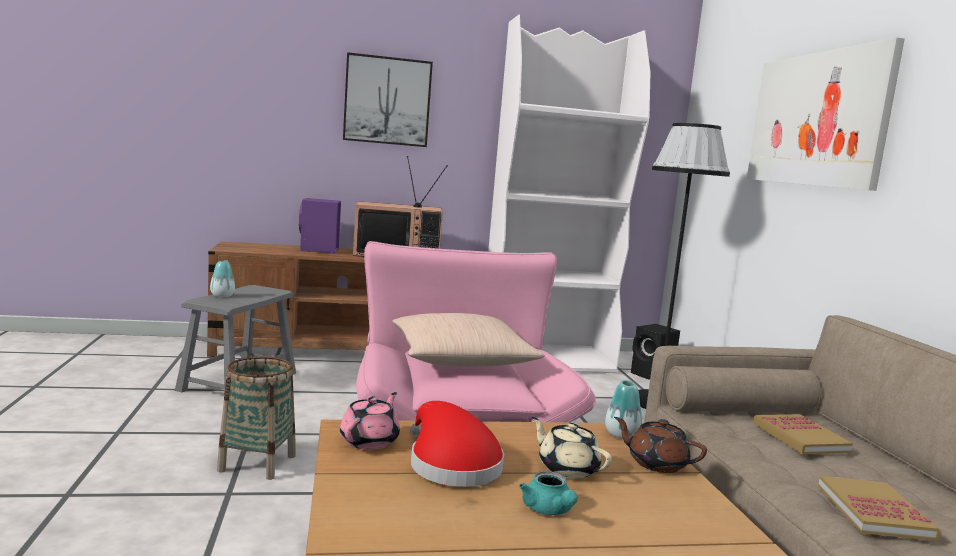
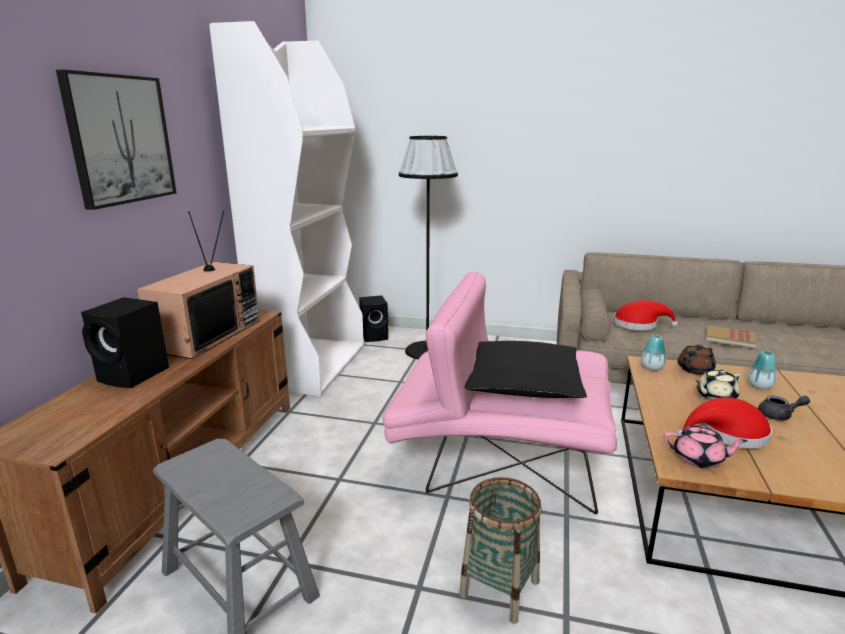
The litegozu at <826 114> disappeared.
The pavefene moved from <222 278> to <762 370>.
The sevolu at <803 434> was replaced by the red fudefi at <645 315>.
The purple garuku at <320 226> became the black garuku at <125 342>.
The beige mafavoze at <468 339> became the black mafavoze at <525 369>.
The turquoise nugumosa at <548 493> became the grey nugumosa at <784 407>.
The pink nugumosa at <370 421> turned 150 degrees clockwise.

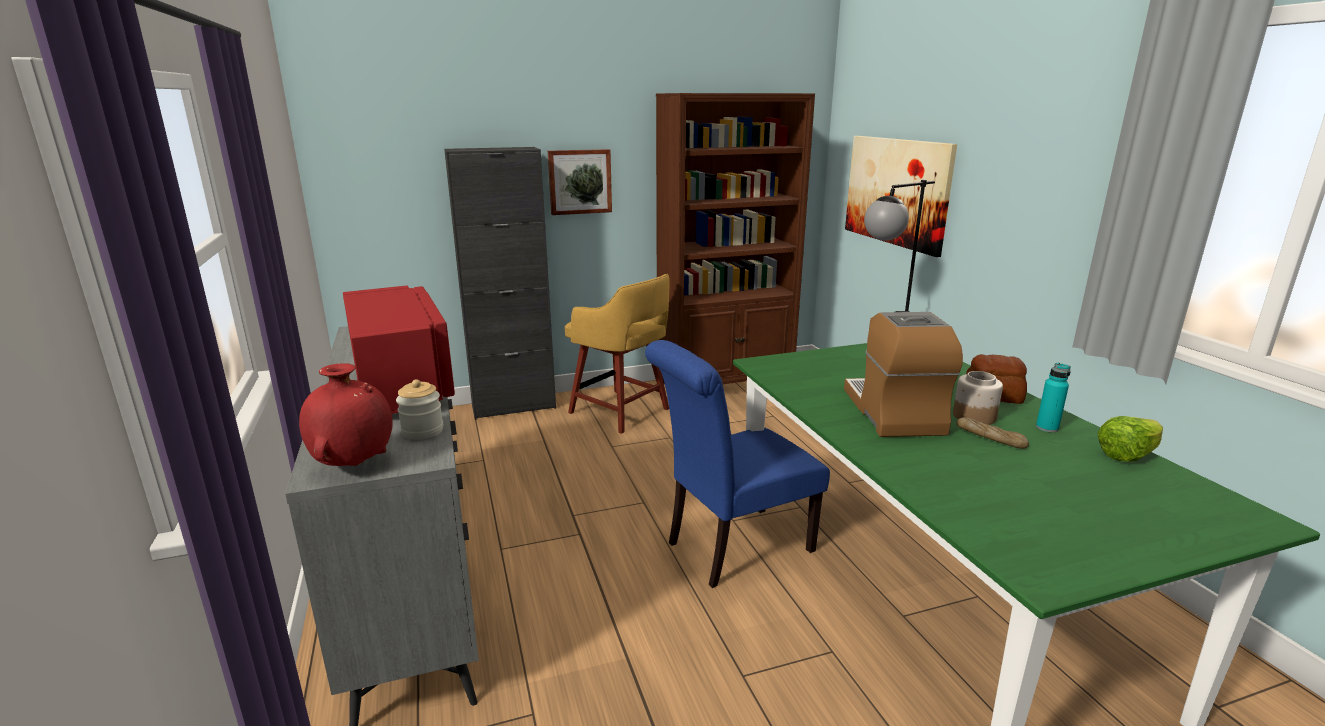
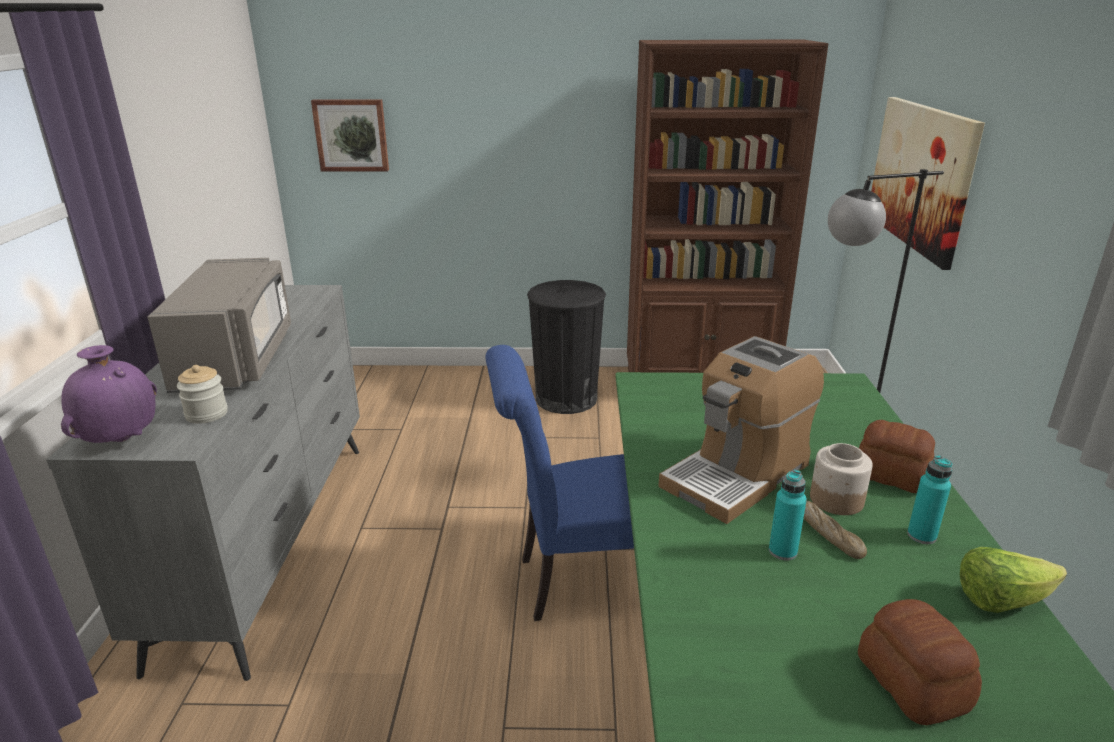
The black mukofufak at <500 283> disappeared.
The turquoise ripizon at <788 515> appeared.
The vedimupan at <920 662> appeared.
The litegozu moved from <580 182> to <350 135>.
The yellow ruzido at <617 354> was replaced by the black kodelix at <566 347>.
The red pavefene at <346 414> became the purple pavefene at <109 394>.
The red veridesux at <399 349> became the grey veridesux at <219 325>.
The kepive at <903 374> turned 150 degrees counterclockwise.

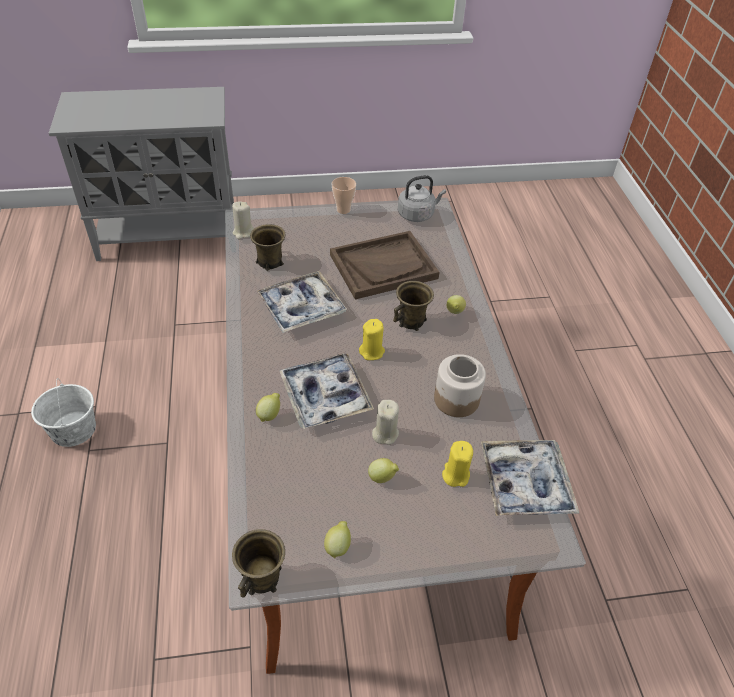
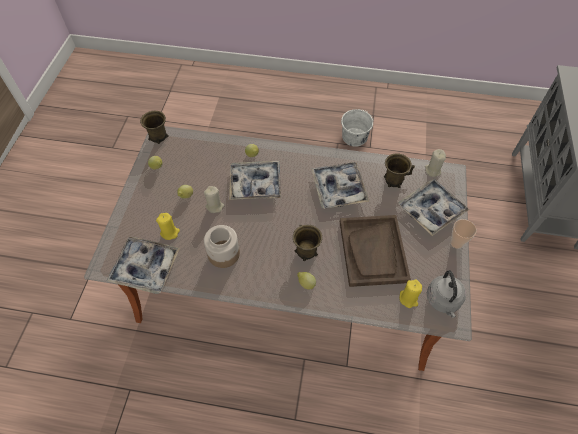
The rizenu at <433 207> appeared.
The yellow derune moved from <372 339> to <411 293>.

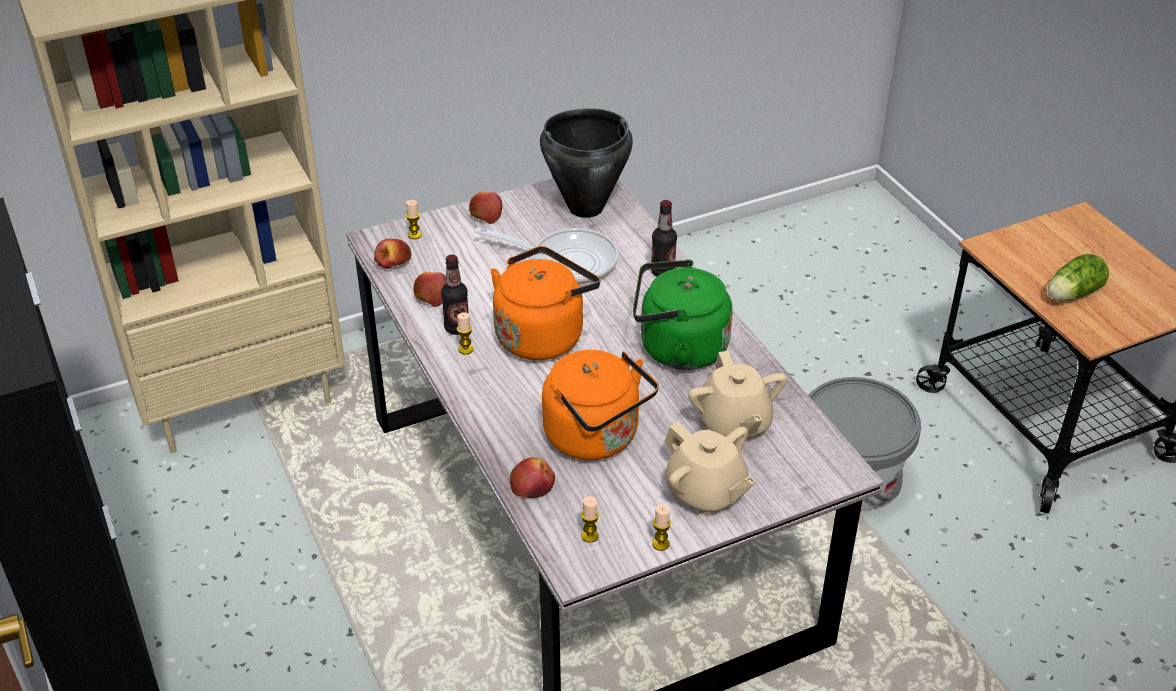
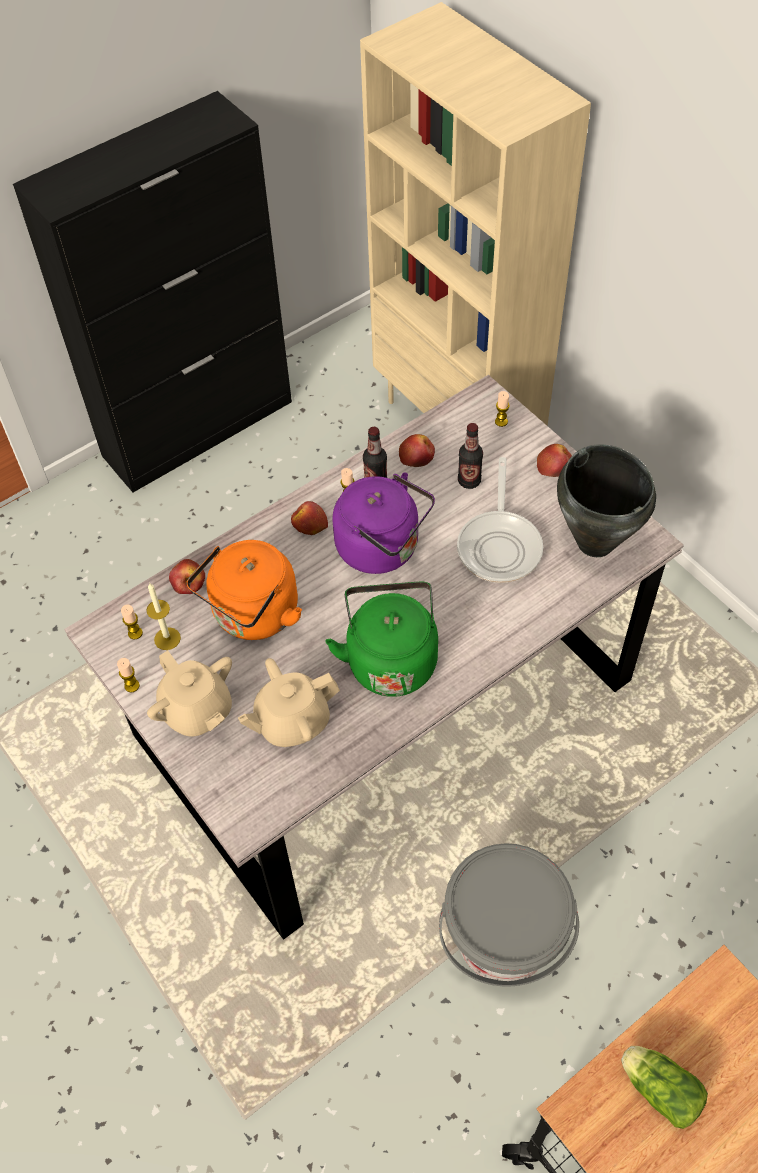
The derune at <163 616> appeared.
The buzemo moved from <392 254> to <309 518>.
The ripizon moved from <664 238> to <470 456>.
The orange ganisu at <545 303> became the purple ganisu at <384 523>.
The beige nugumosa at <710 469> turned 75 degrees counterclockwise.

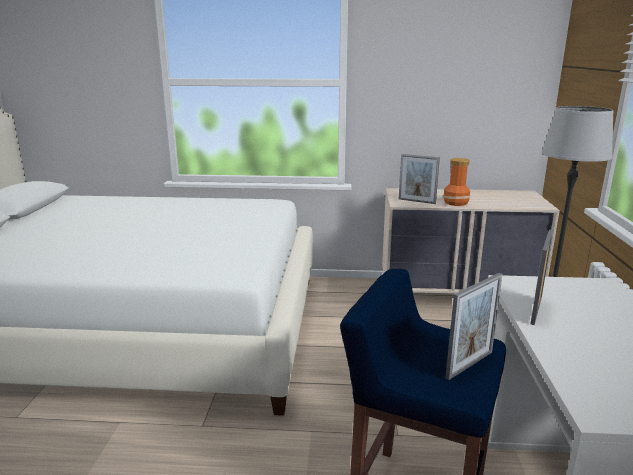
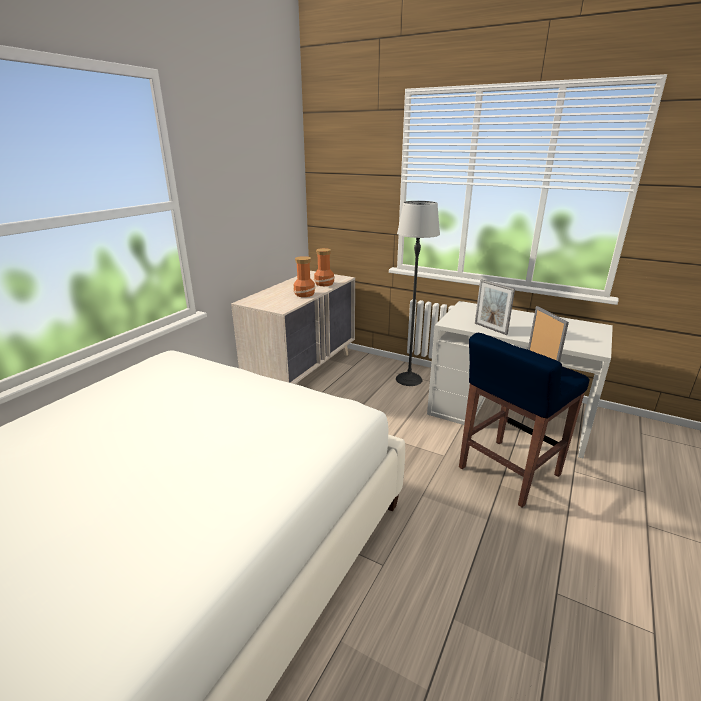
The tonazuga at <419 179> disappeared.
The pavefene at <324 267> appeared.

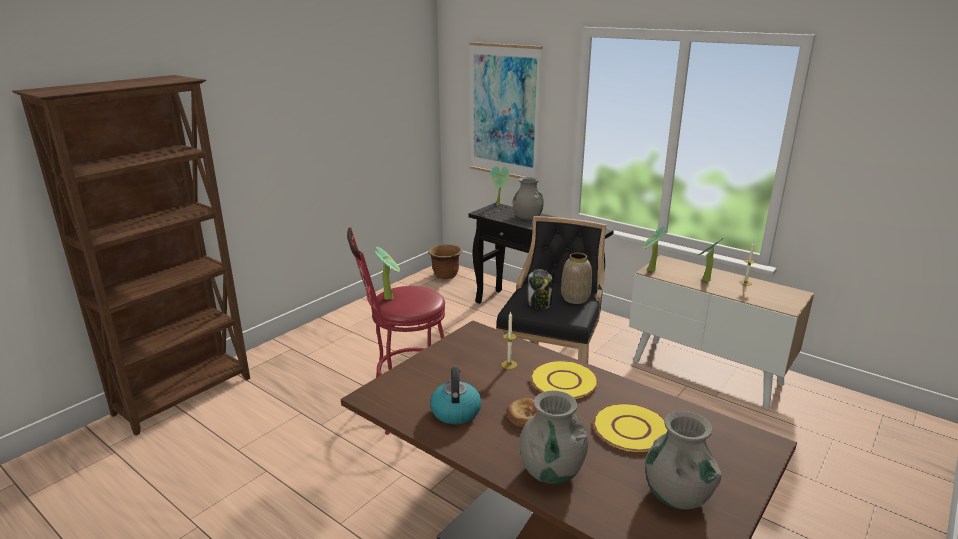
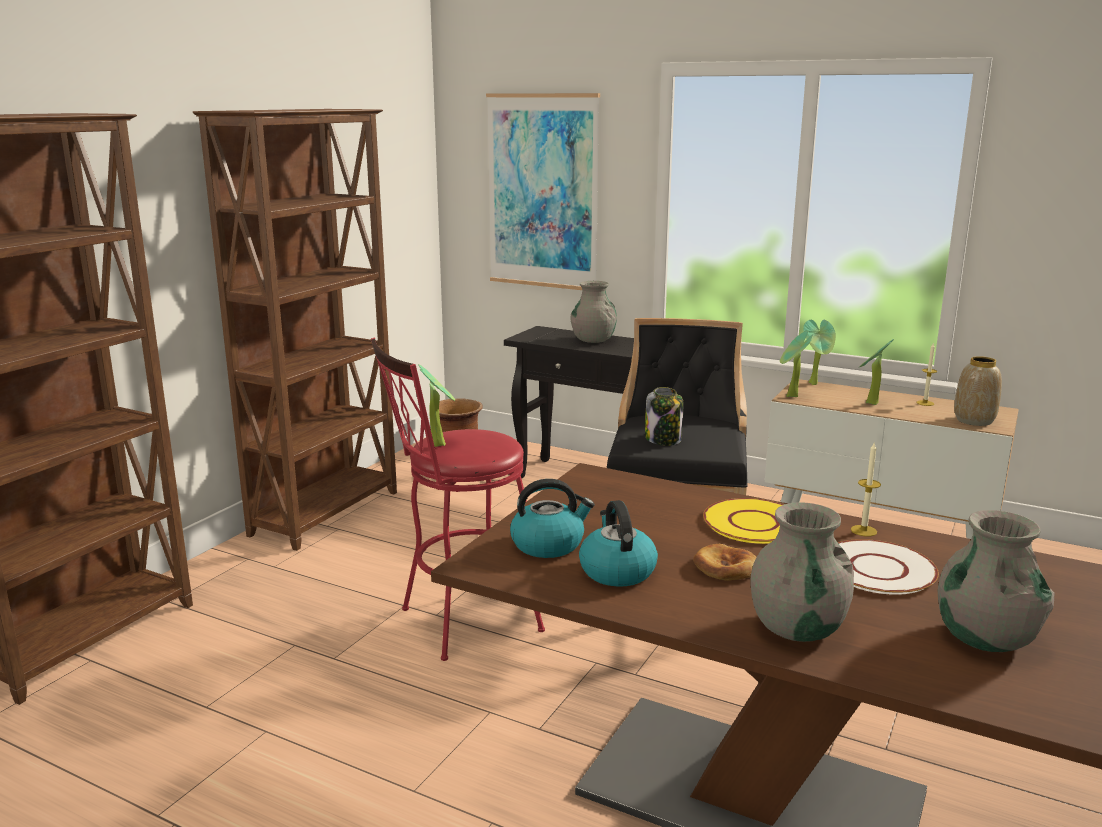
The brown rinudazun at <295 330> appeared.
The ganisu at <552 518> appeared.
The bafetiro moved from <499 185> to <819 352>.
The derune moved from <509 340> to <866 490>.
The pavefene moved from <576 278> to <978 391>.
The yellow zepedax at <630 427> became the white zepedax at <888 567>.

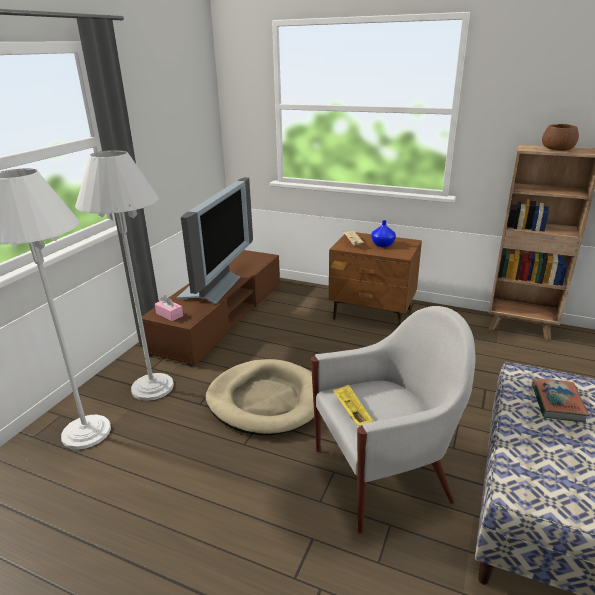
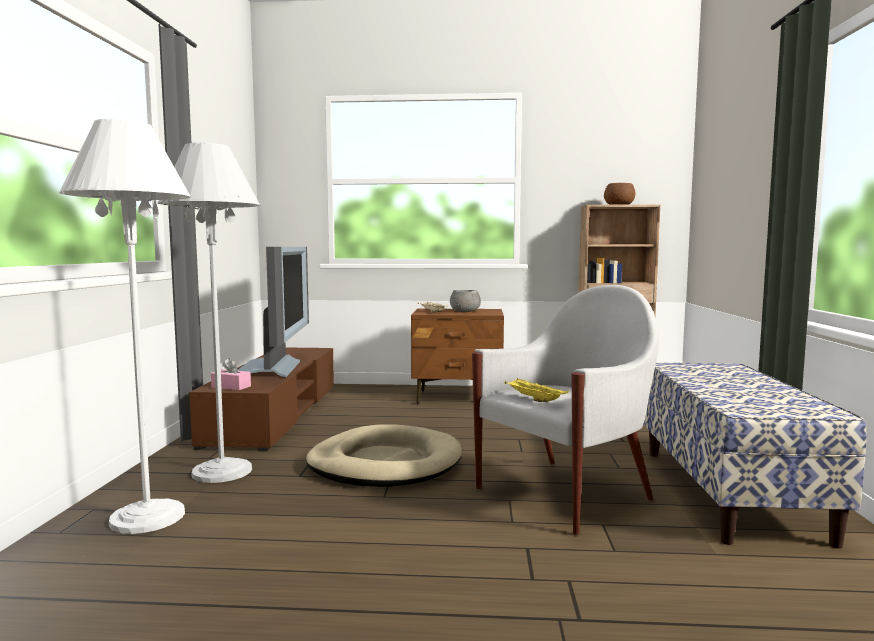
The sevolu at <560 400> disappeared.
The blue pavefene at <383 233> was replaced by the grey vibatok at <465 301>.

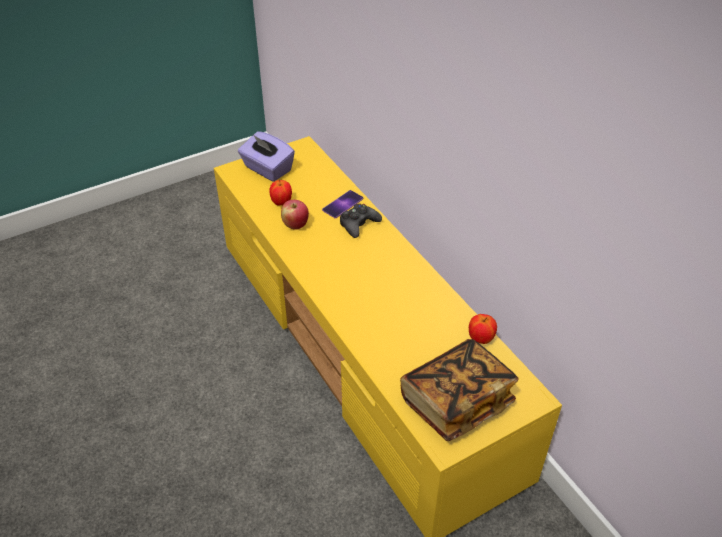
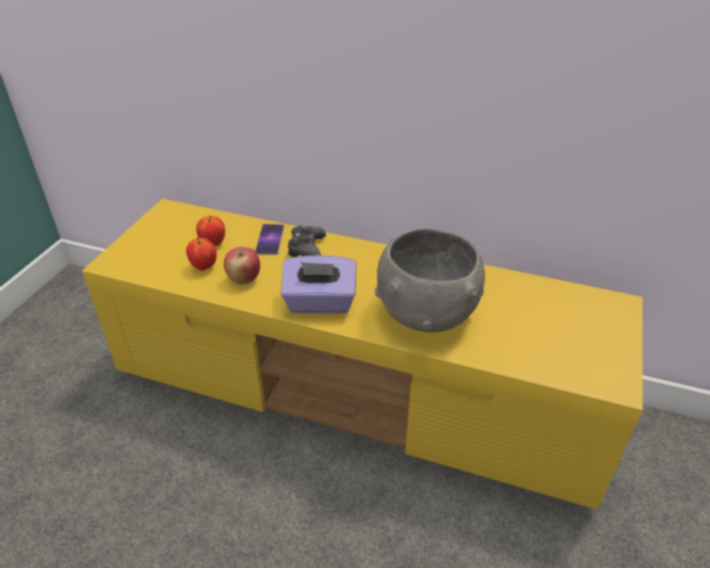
The sevolu at <459 390> disappeared.
The grey vibatok at <430 280> appeared.
The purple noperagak moved from <266 156> to <318 284>.
The buzemo moved from <483 329> to <210 230>.

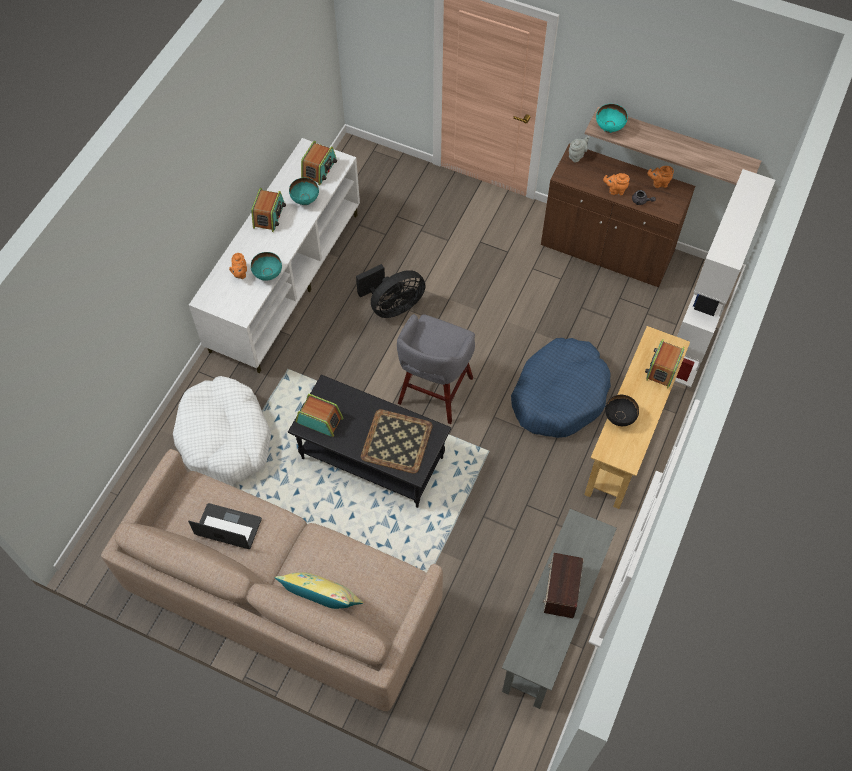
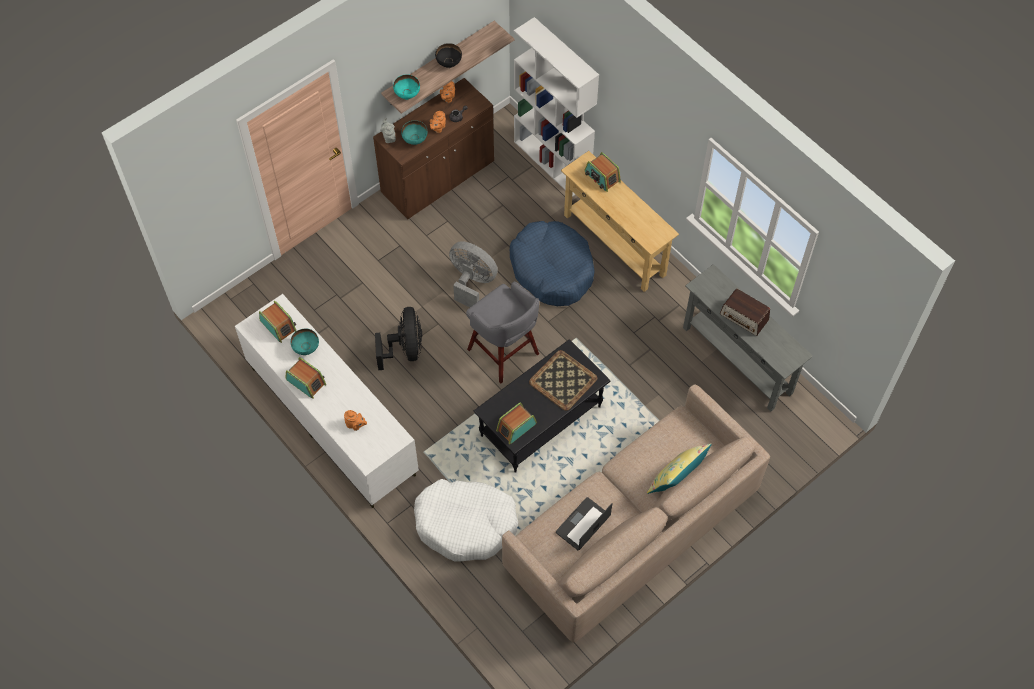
The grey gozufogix at <473 274> appeared.
The turquoise vibatok moved from <266 266> to <414 133>.
The black vibatok moved from <622 410> to <448 55>.

